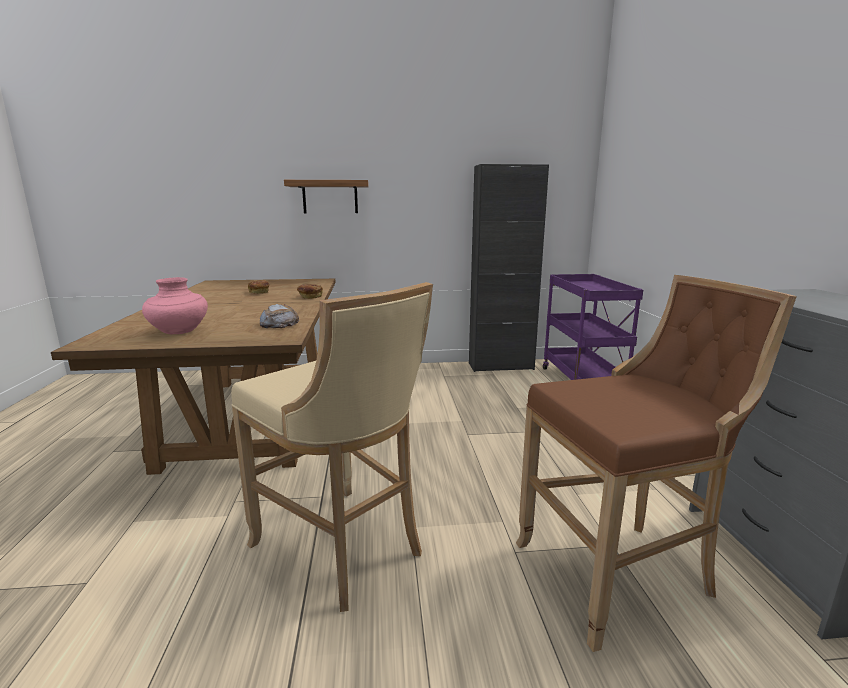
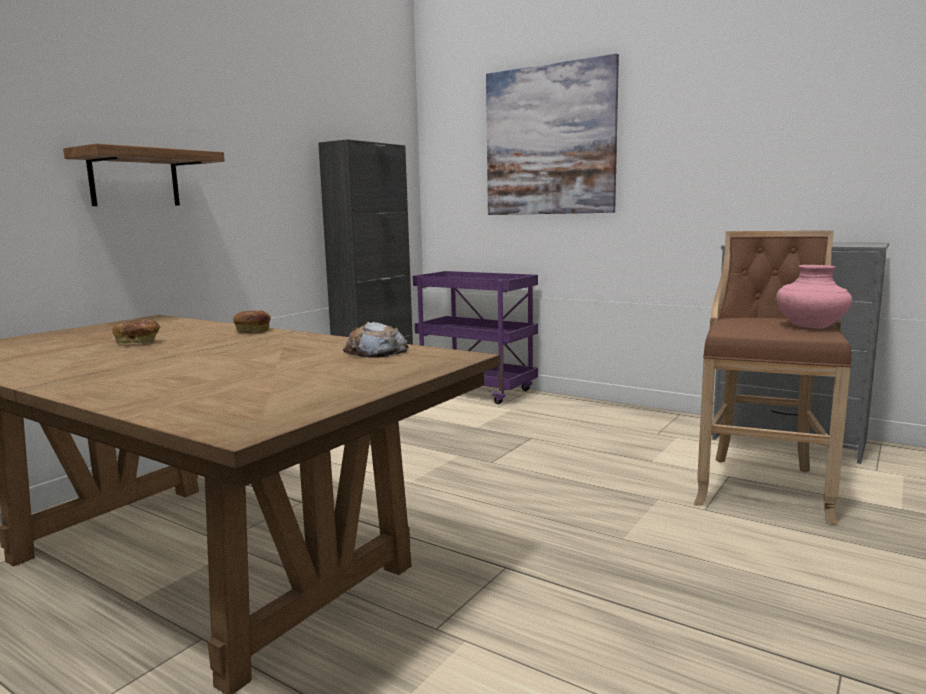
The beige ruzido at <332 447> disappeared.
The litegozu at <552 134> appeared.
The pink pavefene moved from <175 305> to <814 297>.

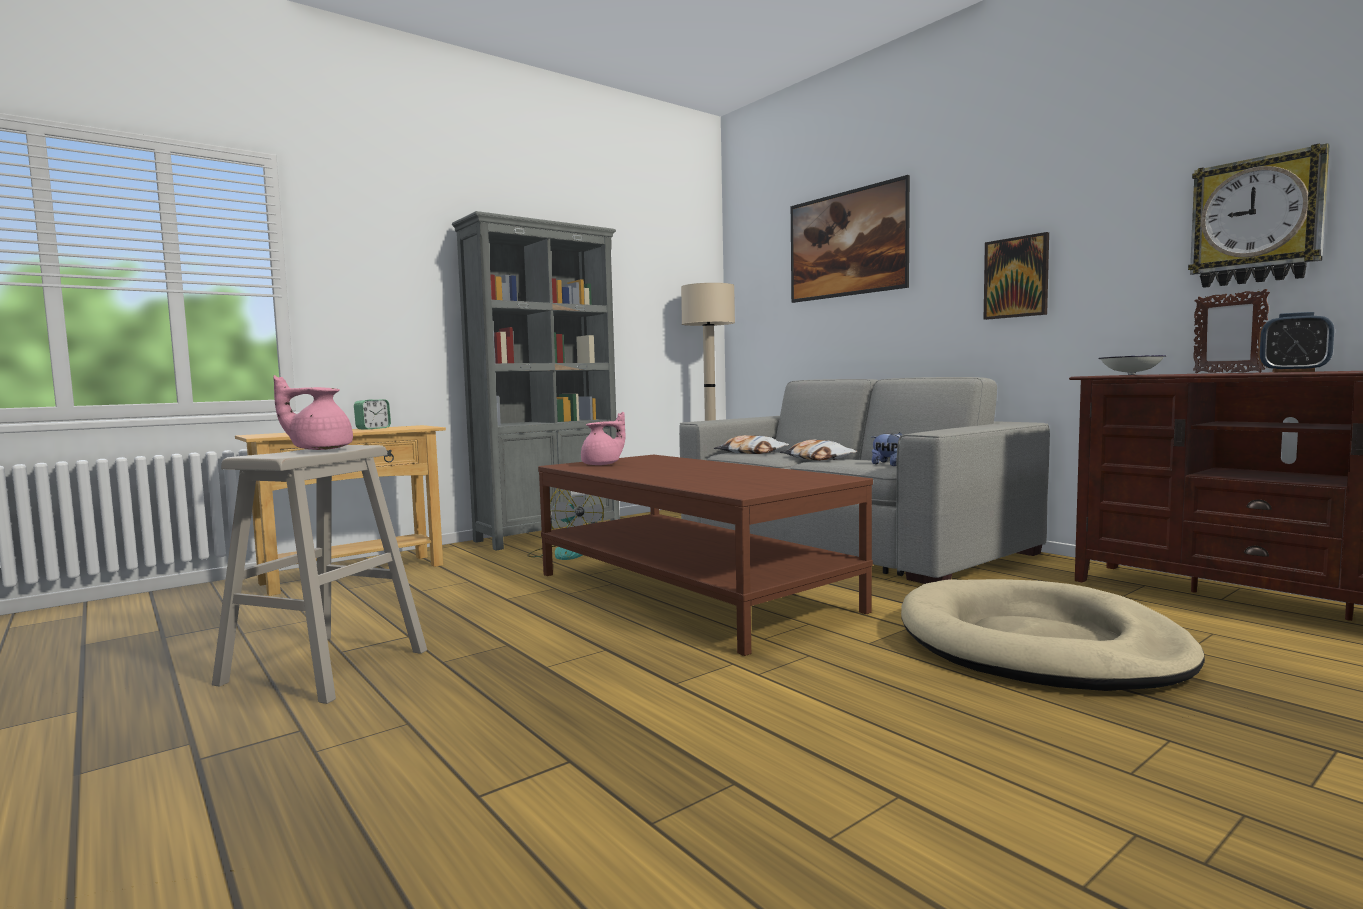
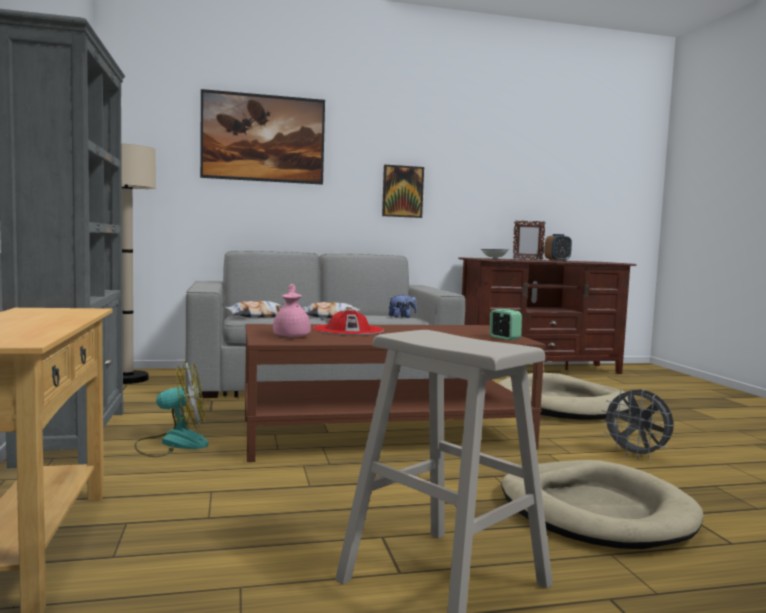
The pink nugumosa at <313 412> disappeared.
The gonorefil at <1259 215> disappeared.
The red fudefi at <348 322> appeared.
The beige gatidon at <602 504> appeared.
The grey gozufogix at <637 423> appeared.
The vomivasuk moved from <372 414> to <506 324>.

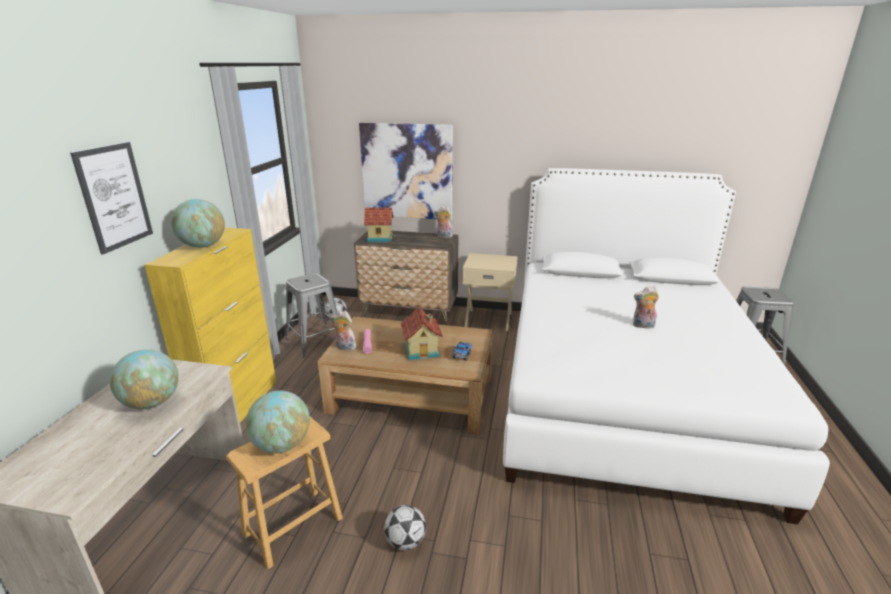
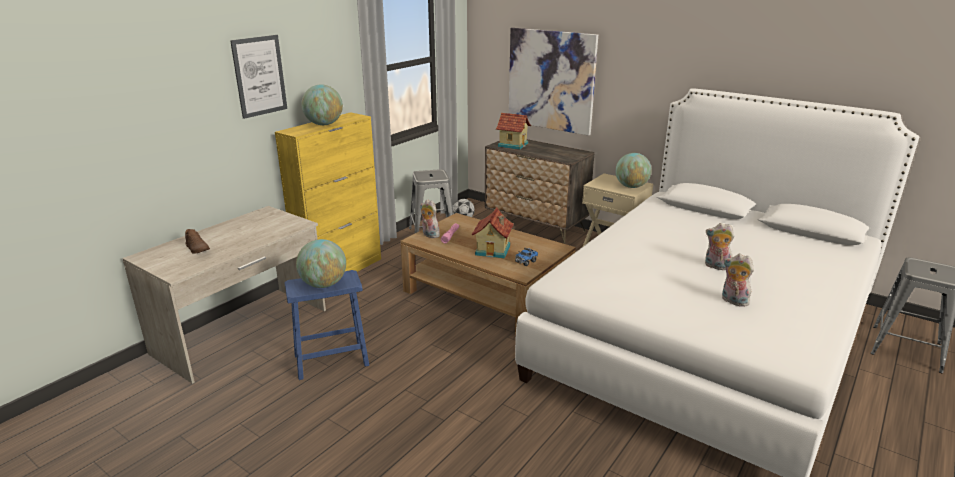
The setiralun at <405 527> disappeared.
The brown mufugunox at <197 241> appeared.
The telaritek moved from <144 379> to <633 170>.
The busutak moved from <444 222> to <738 280>.
The brown ruzido at <284 493> became the blue ruzido at <326 325>.

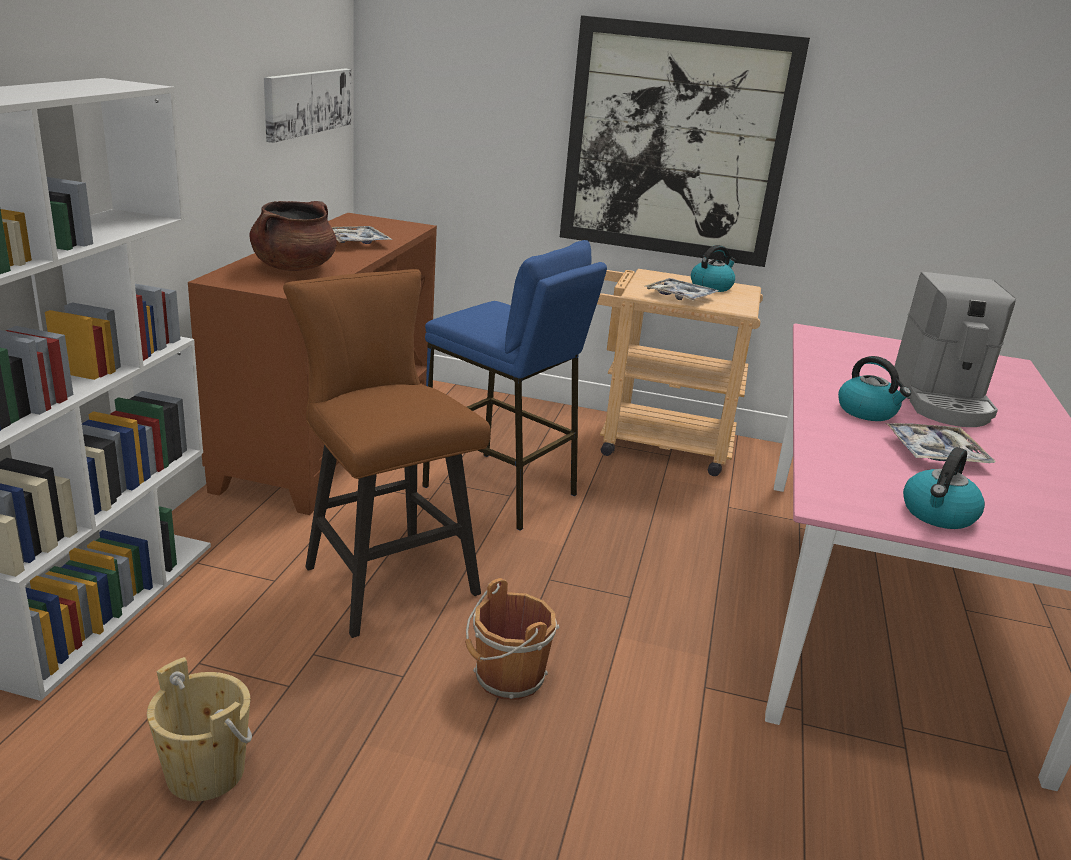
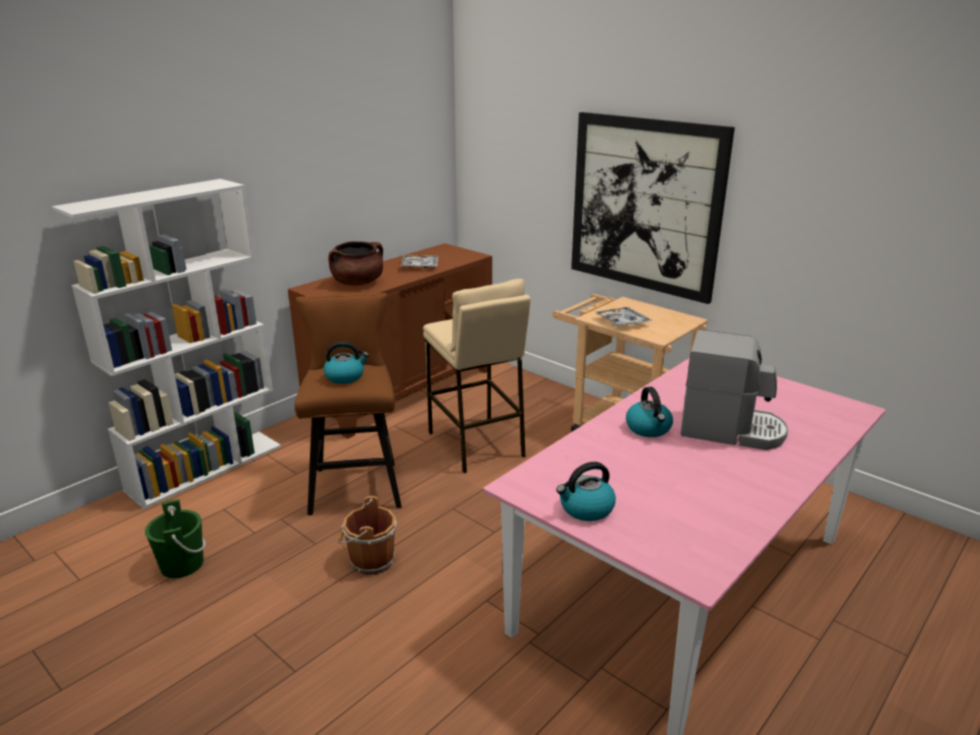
The litegozu at <307 106> disappeared.
The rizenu at <940 443> disappeared.
The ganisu moved from <713 268> to <346 363>.
The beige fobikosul at <199 729> became the green fobikosul at <175 538>.
The blue ruzido at <514 385> became the beige ruzido at <477 376>.
The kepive at <955 349> turned 105 degrees counterclockwise.

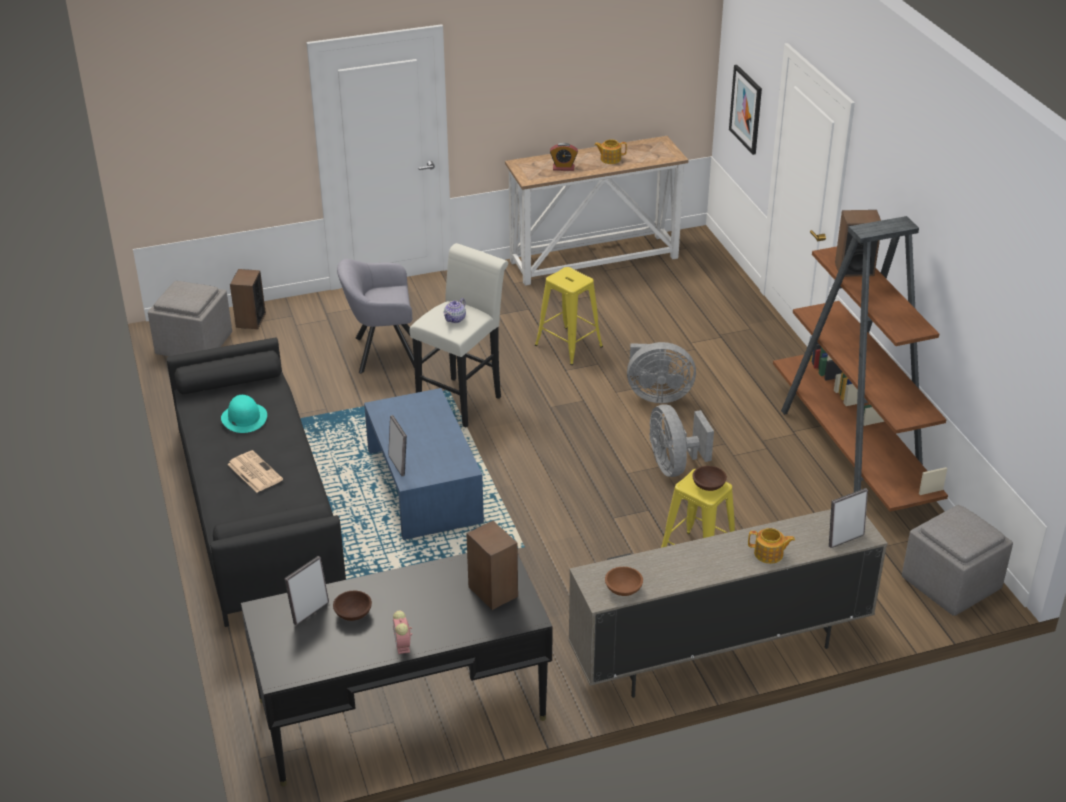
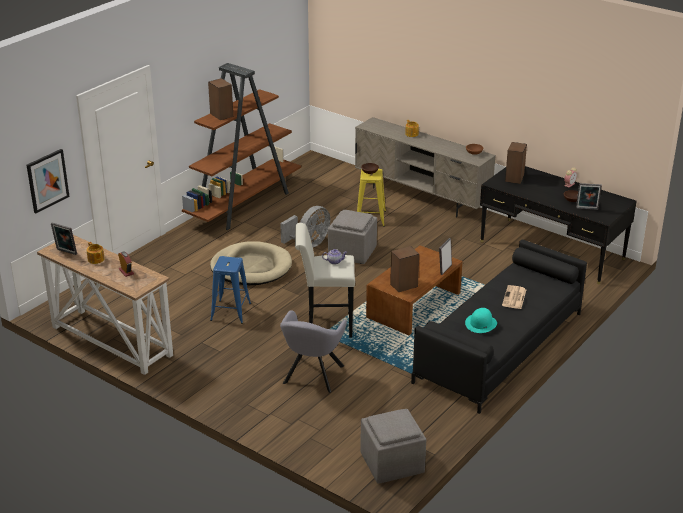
The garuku moved from <248 299> to <404 269>.
The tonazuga moved from <848 518> to <64 239>.
The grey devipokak moved from <957 560> to <352 237>.
The grey gozufogix at <661 372> was replaced by the beige gatidon at <251 263>.
The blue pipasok at <424 464> became the brown pipasok at <414 290>.
The yellow ruzido at <569 316> became the blue ruzido at <230 290>.
The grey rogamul at <375 316> turned 60 degrees clockwise.

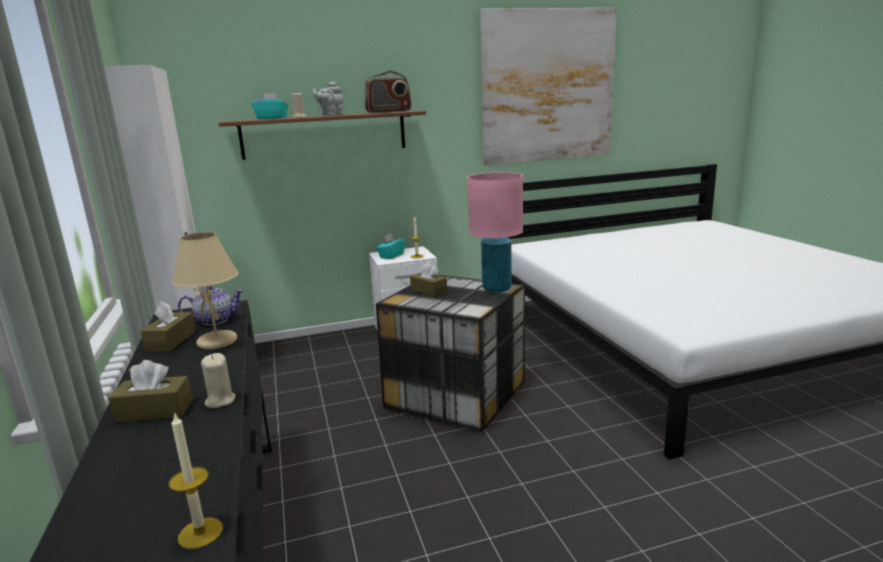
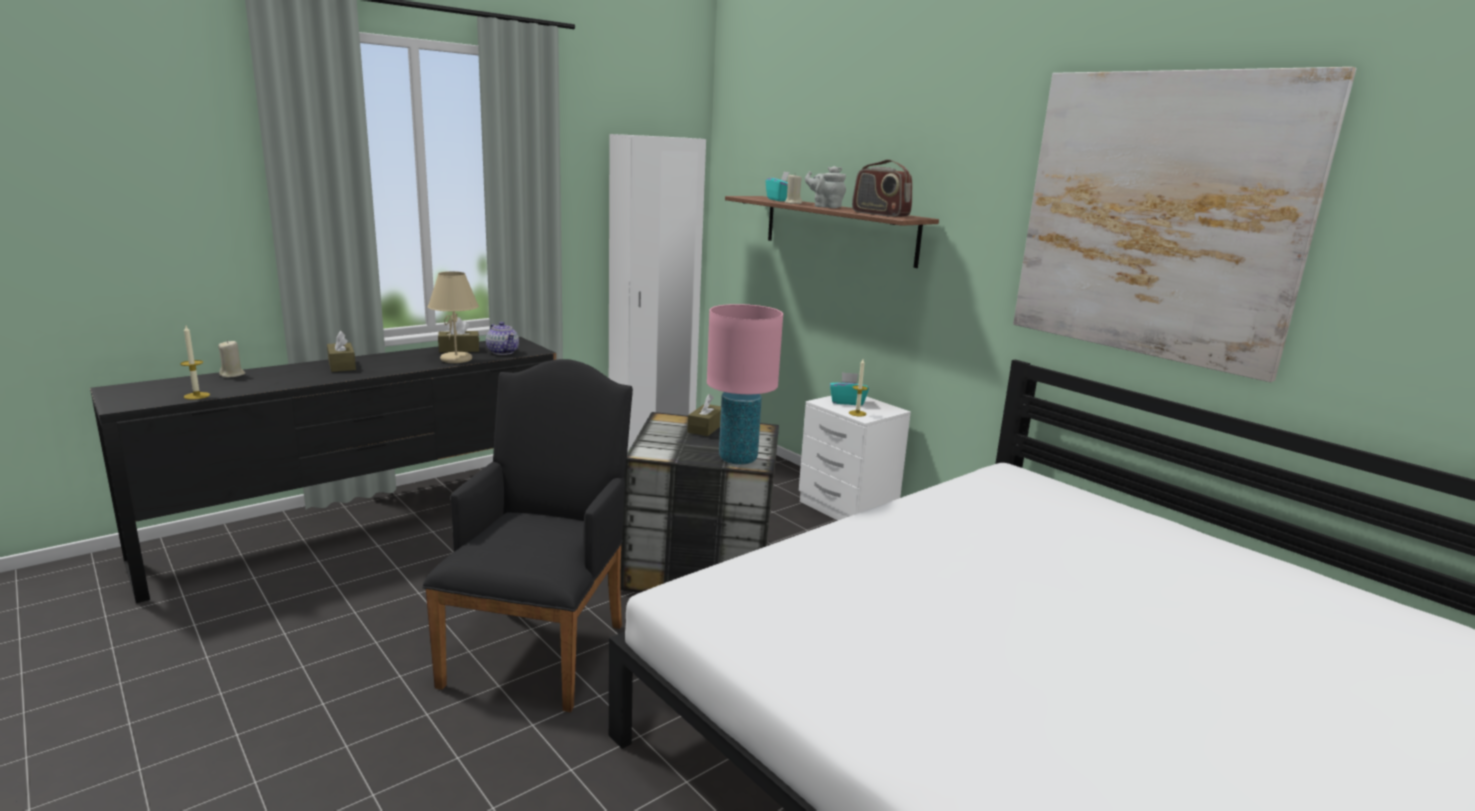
The black rogamul at <527 535> appeared.
The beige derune moved from <218 380> to <231 358>.

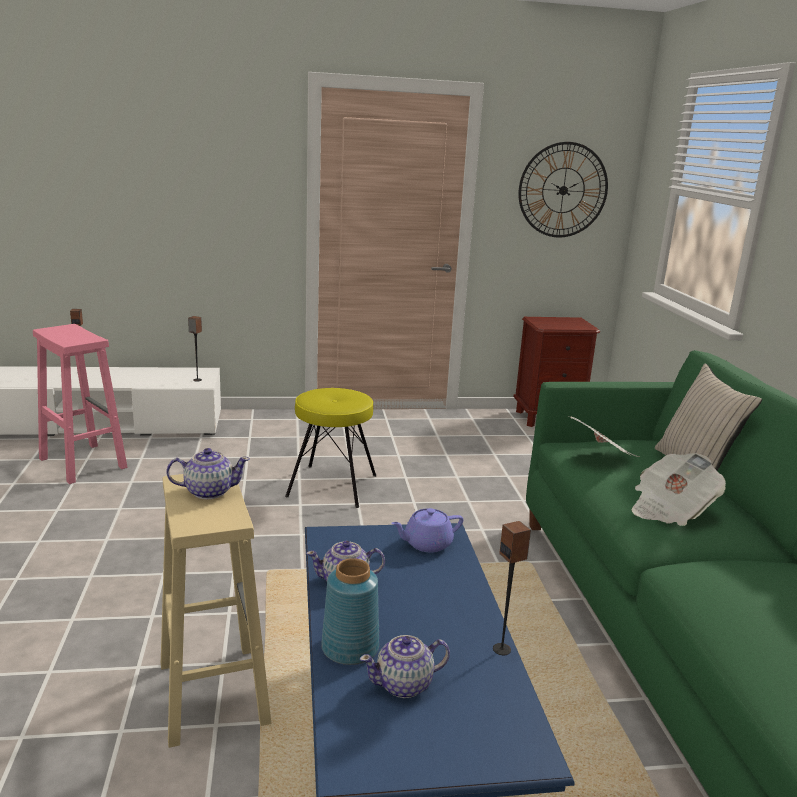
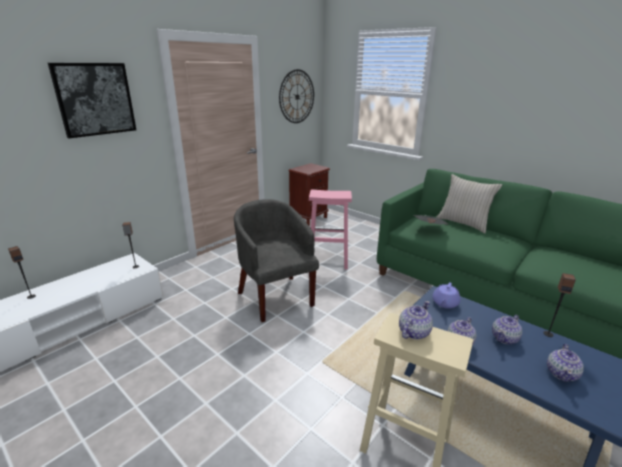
The blue pavefene at <350 611> disappeared.
The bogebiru at <679 489> disappeared.
The litegozu at <92 100> appeared.
The nugumosa at <507 329> appeared.
The pink ruzido moved from <80 404> to <330 229>.
The yellow ruzido at <330 448> was replaced by the grey rogamul at <276 260>.

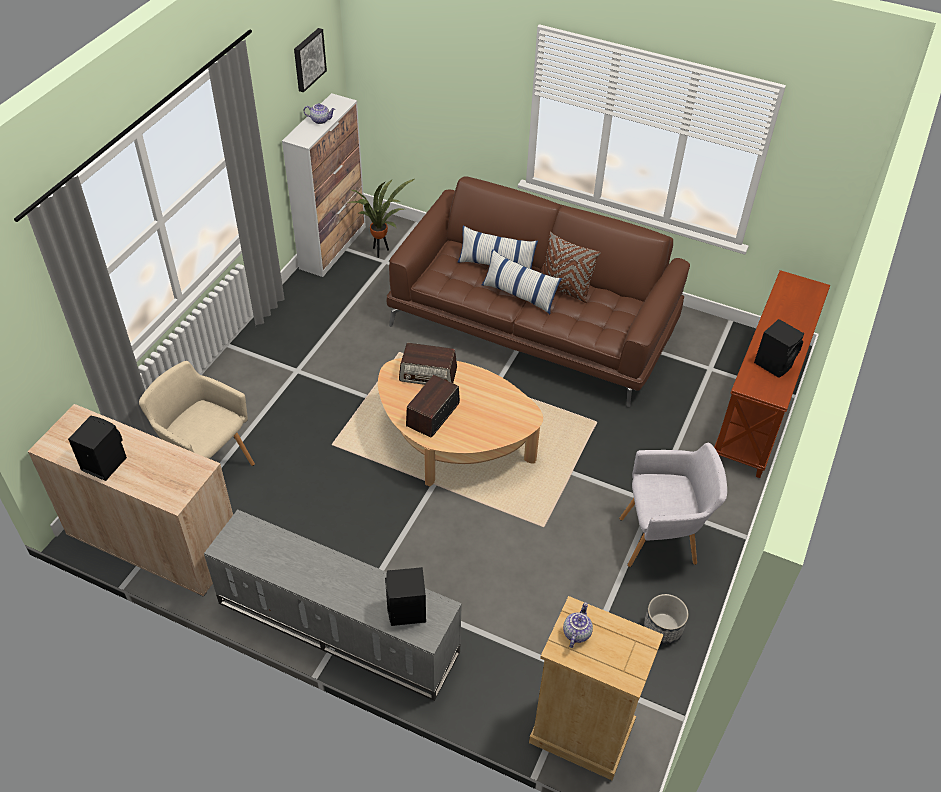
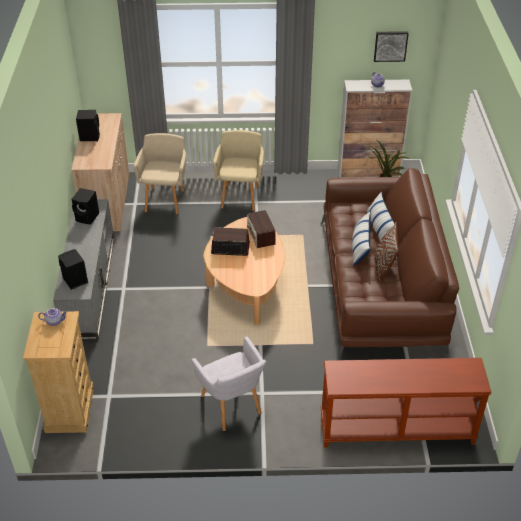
The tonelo at <666 619> disappeared.
The beige rogamul at <238 170> appeared.
The black garuku moved from <779 348> to <85 206>.

